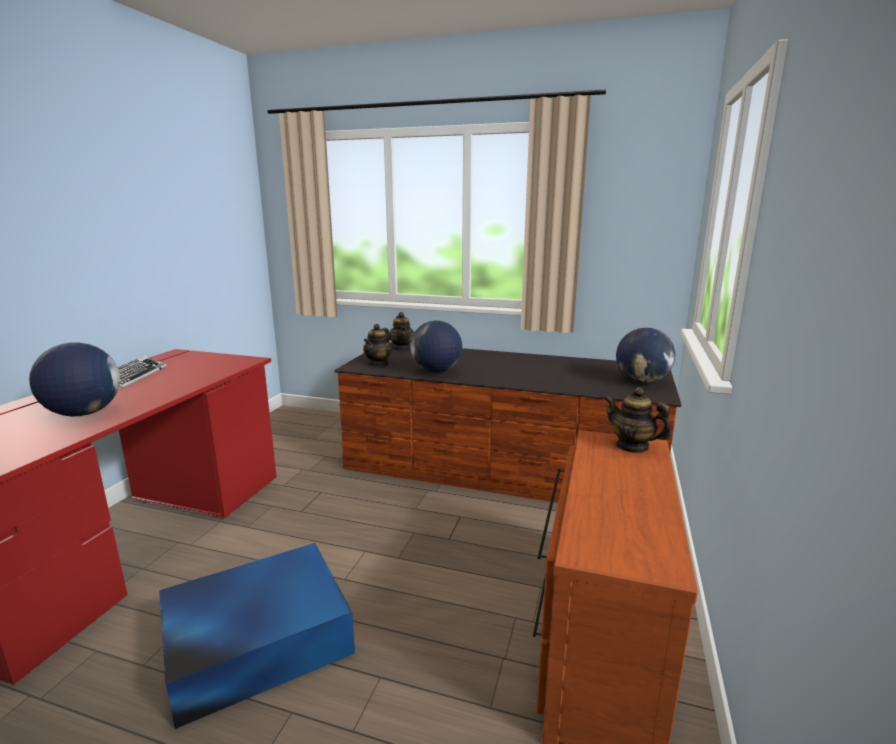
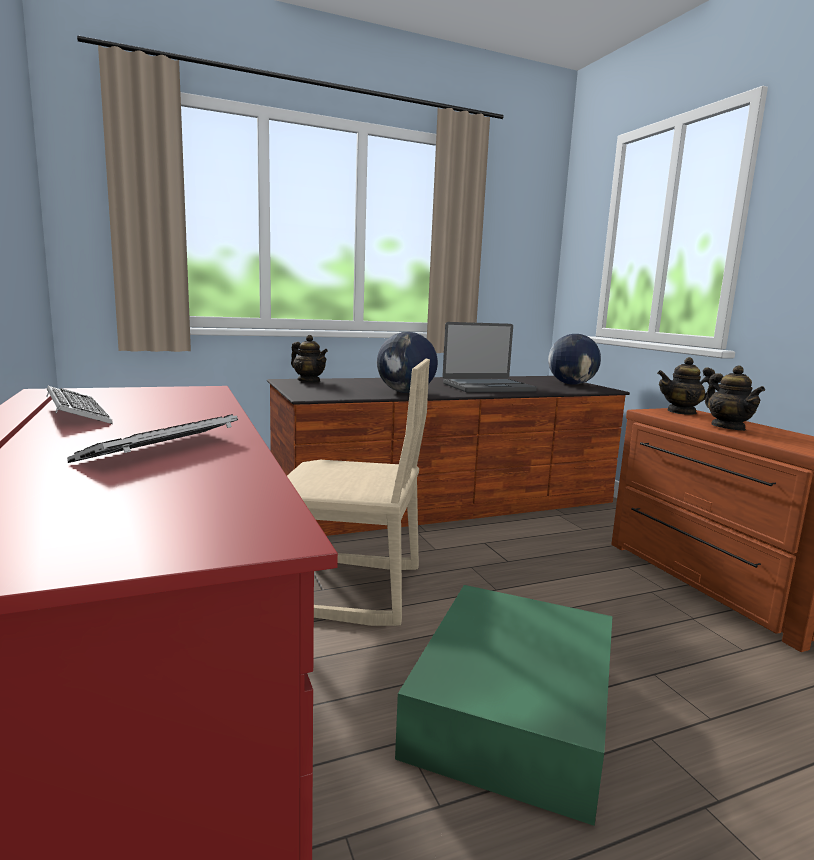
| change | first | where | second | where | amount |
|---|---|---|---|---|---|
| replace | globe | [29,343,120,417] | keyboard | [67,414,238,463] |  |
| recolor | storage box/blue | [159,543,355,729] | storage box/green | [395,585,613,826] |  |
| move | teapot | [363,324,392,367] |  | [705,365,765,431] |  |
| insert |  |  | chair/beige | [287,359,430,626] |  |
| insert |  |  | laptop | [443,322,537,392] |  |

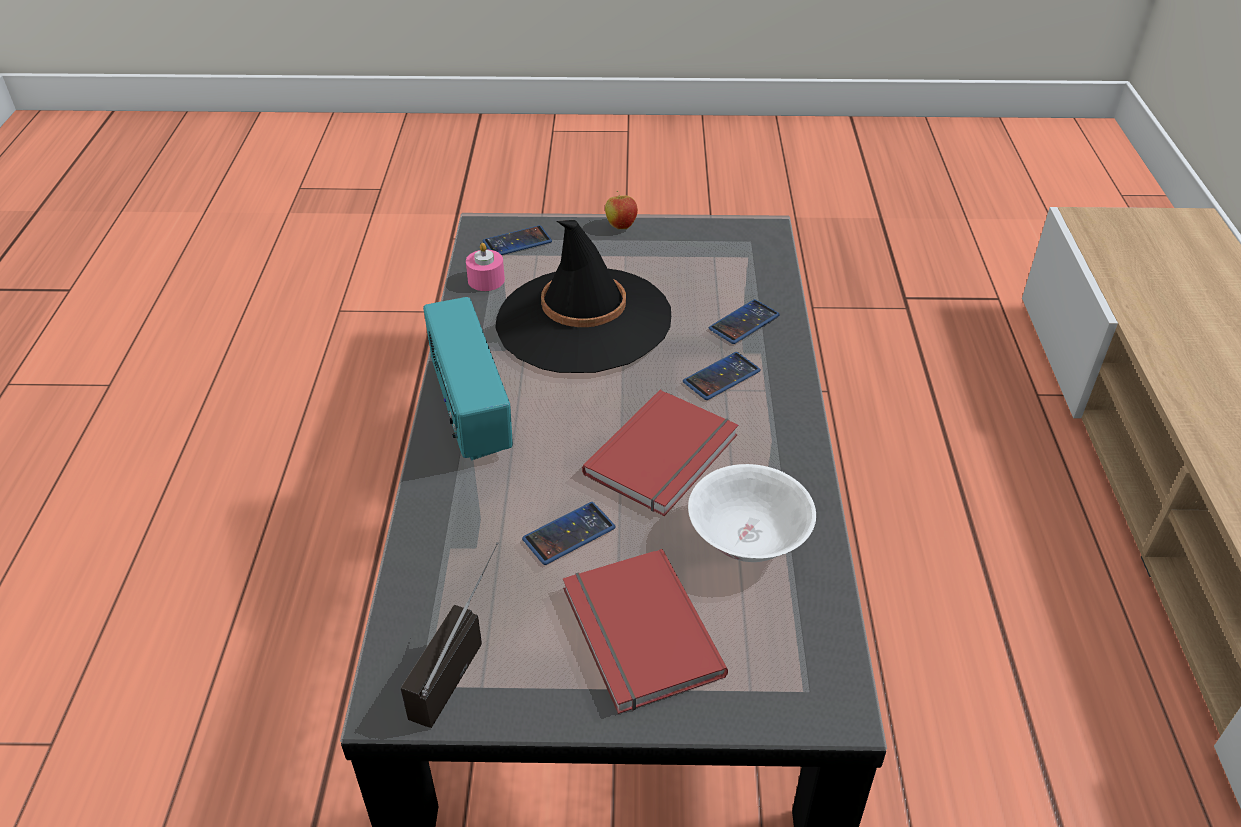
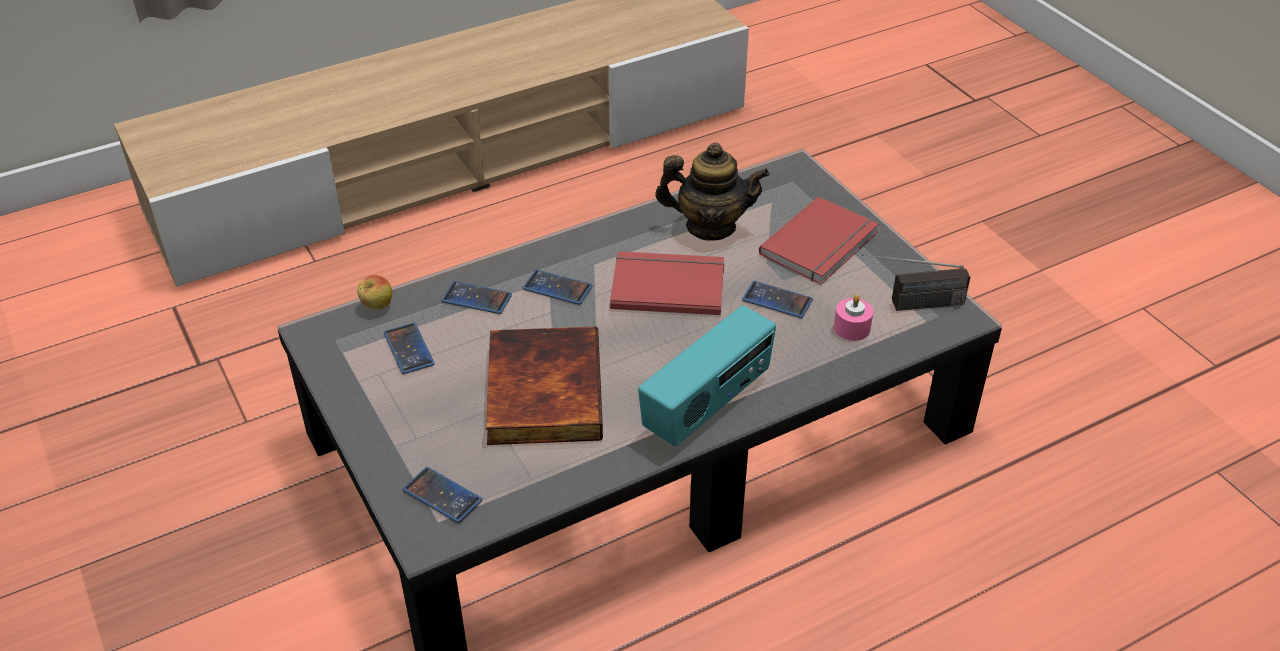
| change | first | where | second | where | amount |
|---|---|---|---|---|---|
| move | candle/pink | [466,243,505,291] |  | [834,295,873,341] |  |
| replace | hat/black | [495,220,671,373] | book | [486,326,603,445] |  |
| move | apple | [605,191,638,229] |  | [357,275,392,309] |  |
| replace | bowl/white | [688,464,816,562] | teapot | [655,142,770,241] |  |
| insert |  |  | phone | [384,323,435,374] |  |

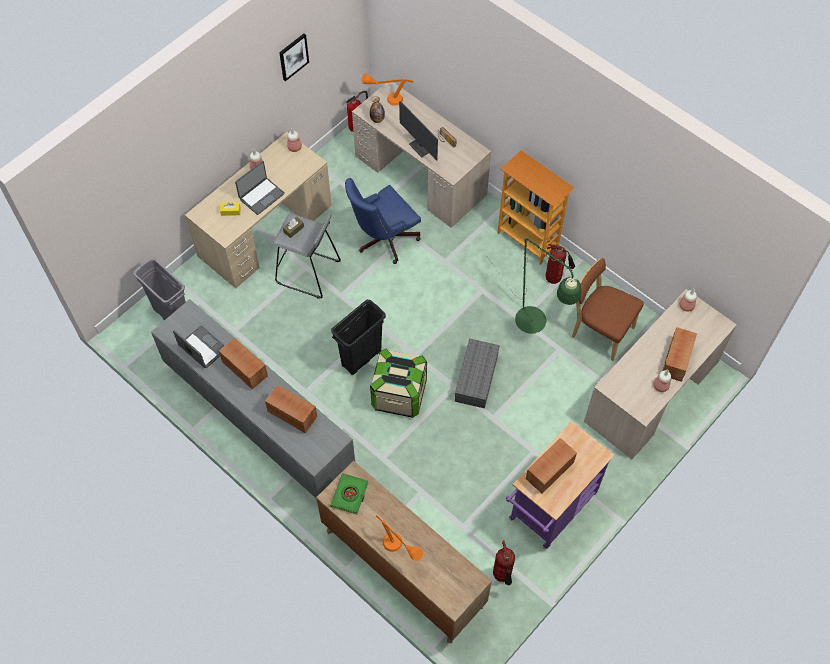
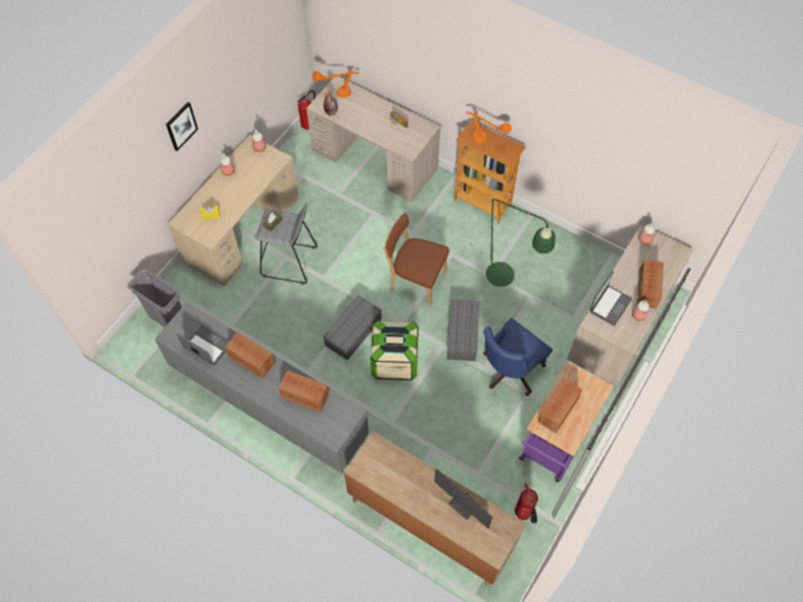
| change | first | where | second | where | amount |
|---|---|---|---|---|---|
| move | laptop | [235,161,285,215] |  | [590,271,632,326] |  |
| move | picture | [279,34,309,81] |  | [166,102,198,151] |  |
| delete | book/green | [330,473,368,514] |  |  |  |
| replace | trash can/black | [331,300,386,375] | storage box/grey | [323,295,382,360] |  |
| move | office chair/blue | [345,178,421,264] |  | [483,318,552,396] |  |
| move | table lamp/orange | [376,515,423,561] |  | [466,112,512,143] |  |
| move | monitor | [399,101,438,161] |  | [434,468,493,529] |  |
| delete | fire extinguisher | [546,244,575,284] |  |  |  |
| move | chair/brown | [572,258,644,361] |  | [383,213,449,306] |  |

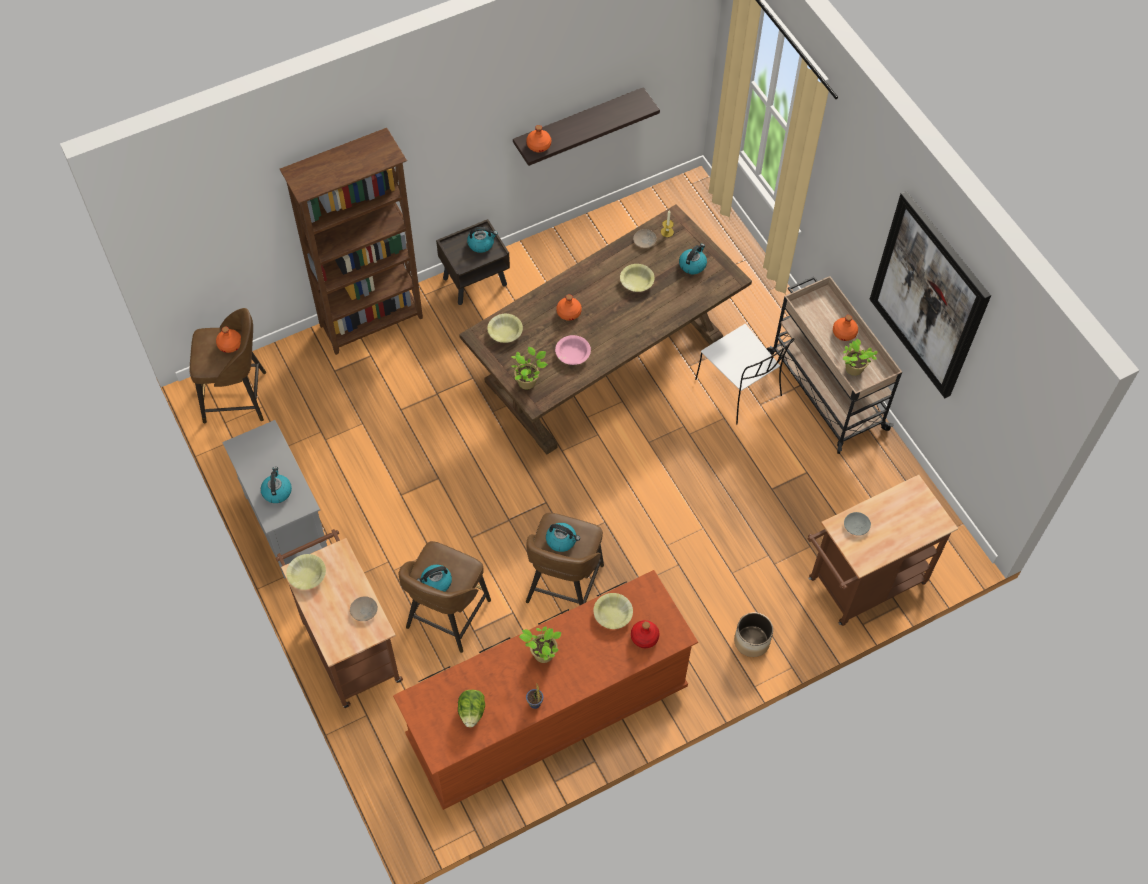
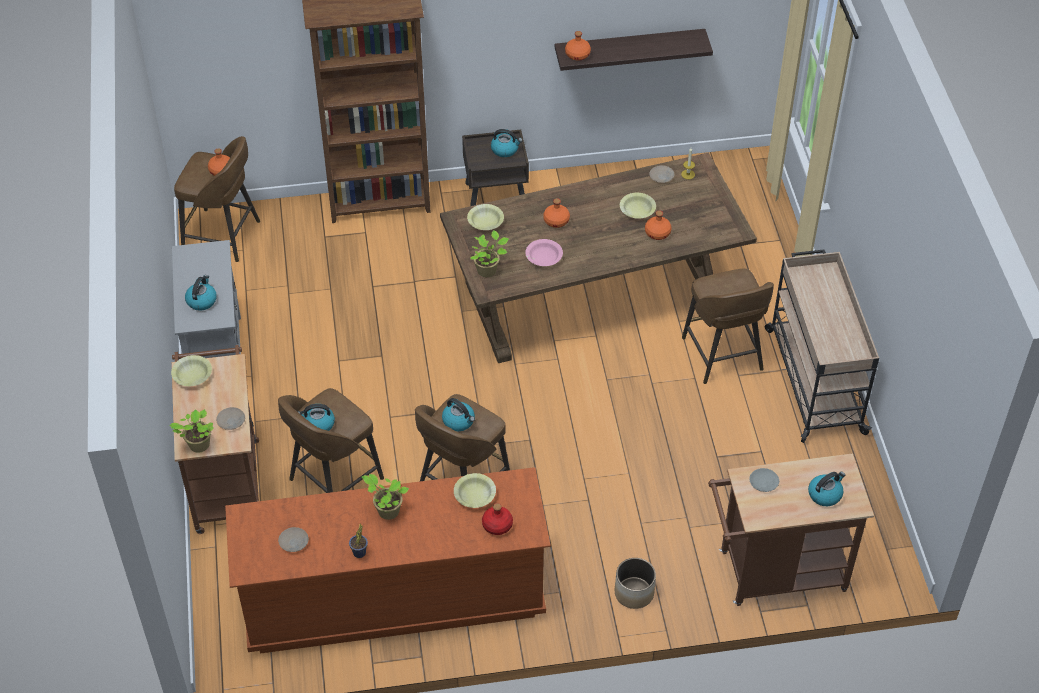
| change | first | where | second | where | amount |
|---|---|---|---|---|---|
| replace | lettuce | [458,690,485,727] | plate/beige | [278,527,309,552] |  |
| move | kettle | [679,244,707,274] |  | [808,472,845,506] |  |
| replace | chair/white | [695,324,794,424] | stool/brown | [682,269,774,384] |  |
| move | bottle/orange | [833,315,858,341] |  | [645,211,672,240] |  |
| move | potted plant | [843,338,877,376] |  | [169,409,214,453] |  |
| delete | picture | [870,191,991,398] |  |  |  |

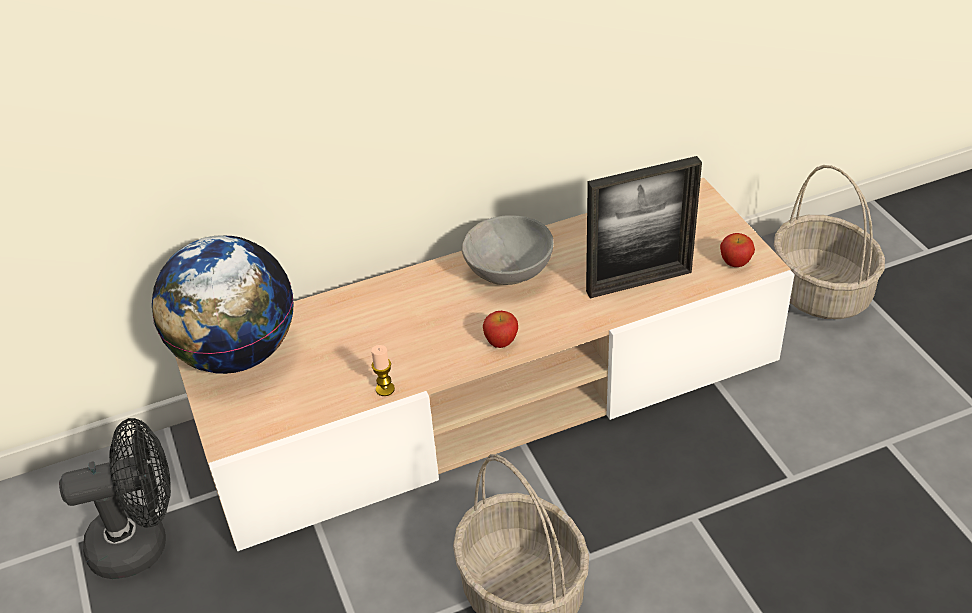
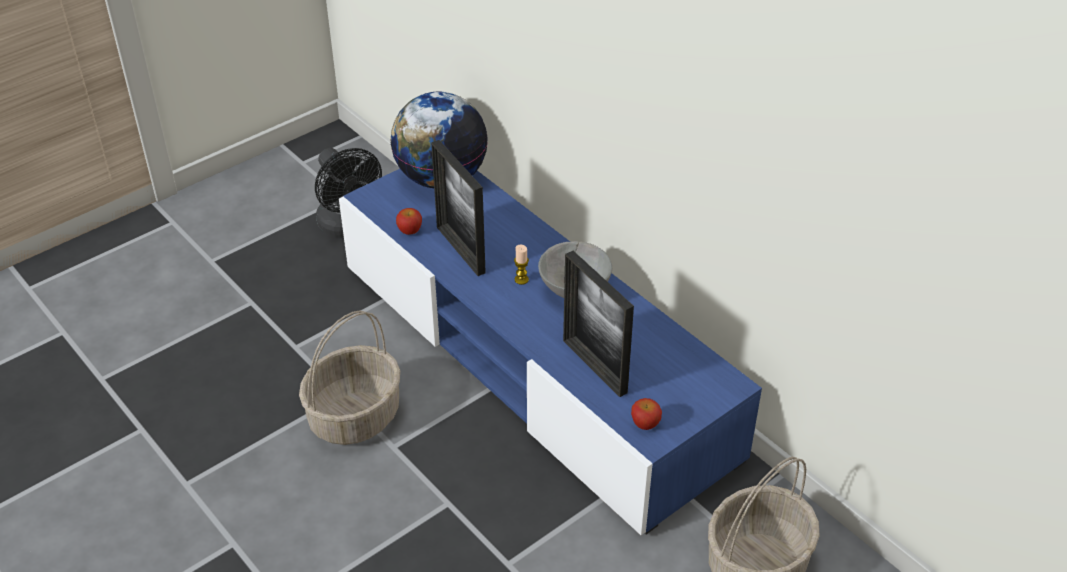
| change | first | where | second | where | amount |
|---|---|---|---|---|---|
| recolor | tv stand/beige | [175,178,795,551] | tv stand/blue | [339,169,762,535] |  |
| move | candle | [371,345,395,396] |  | [514,245,529,285] |  |
| move | apple | [483,311,518,348] |  | [396,208,422,235] |  |
| insert |  |  | picture frame | [431,140,486,276] |  |

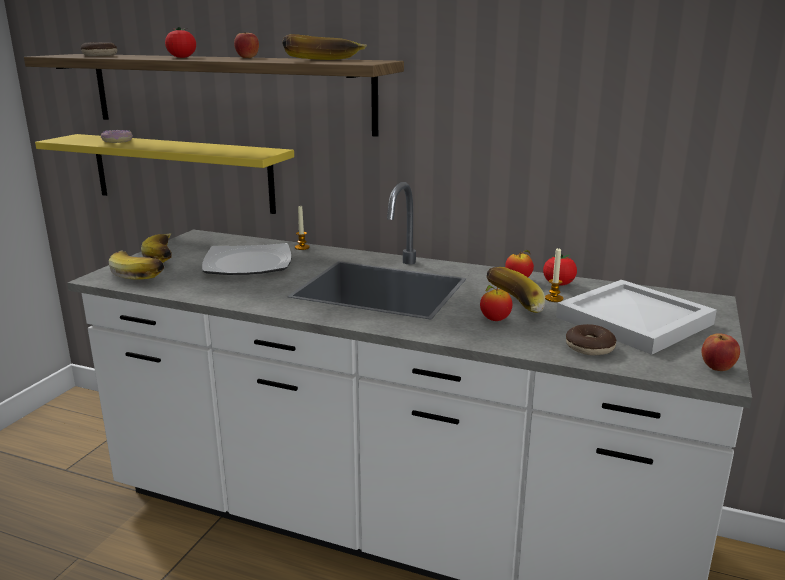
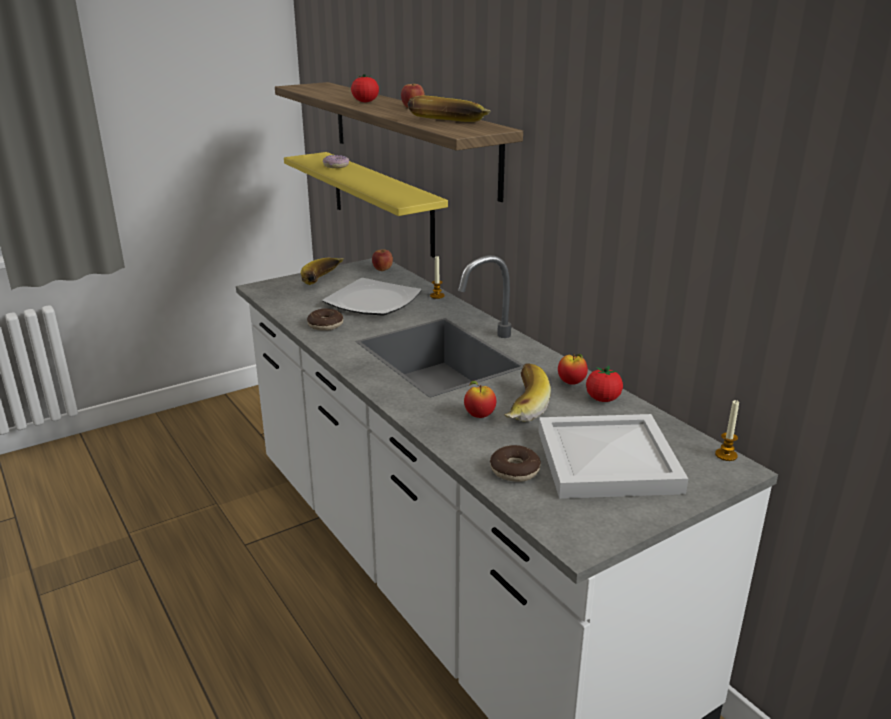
| change | first | where | second | where | amount |
|---|---|---|---|---|---|
| move | donut | [81,42,117,56] |  | [307,308,343,331] |  |
| delete | banana | [109,250,164,280] |  |  |  |
| move | candle | [545,248,563,302] |  | [715,400,739,461] |  |
| move | apple | [702,333,740,371] |  | [372,249,393,271] |  |

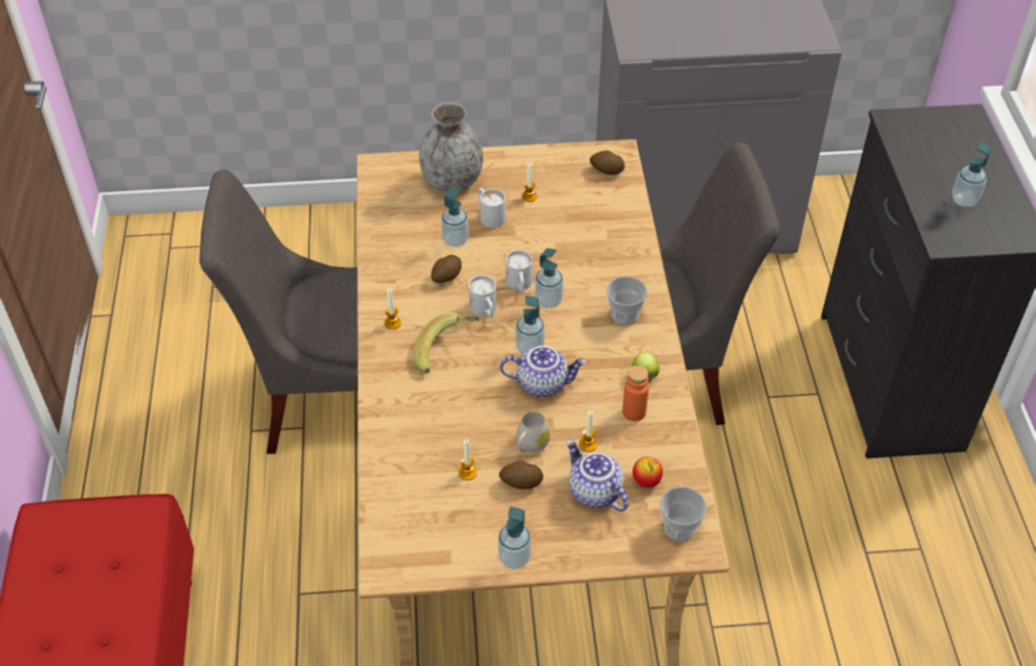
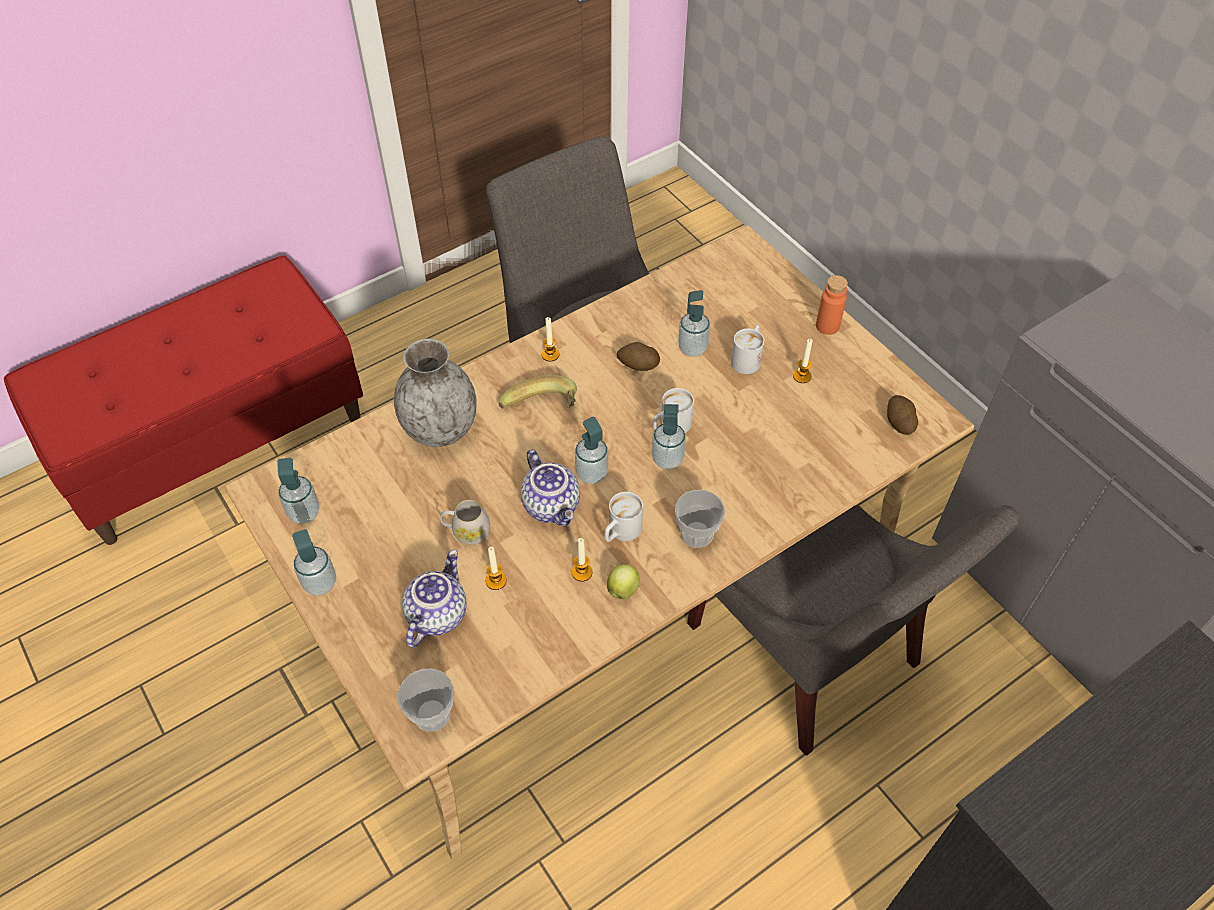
| change | first | where | second | where | amount |
|---|---|---|---|---|---|
| move | vase/grey | [419,103,483,193] |  | [394,339,477,447] |  |
| move | candle | [459,439,477,480] |  | [572,538,592,582] |  |
| move | mug/white | [469,275,496,318] |  | [604,492,643,542] |  |
| delete | potato | [499,461,543,489] |  |  |  |
| move | bottle/orange | [622,366,649,421] |  | [816,275,848,335] |  |
| delete | apple | [633,457,663,488] |  |  |  |
| move | soap dispenser | [952,142,990,207] |  | [277,458,320,524] |  |

